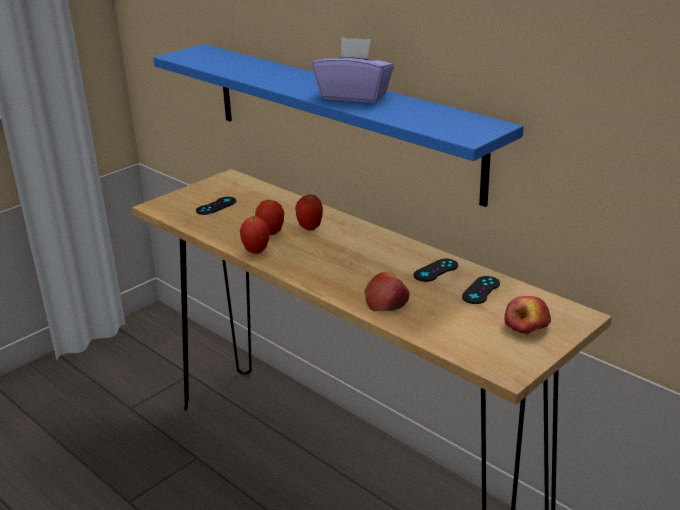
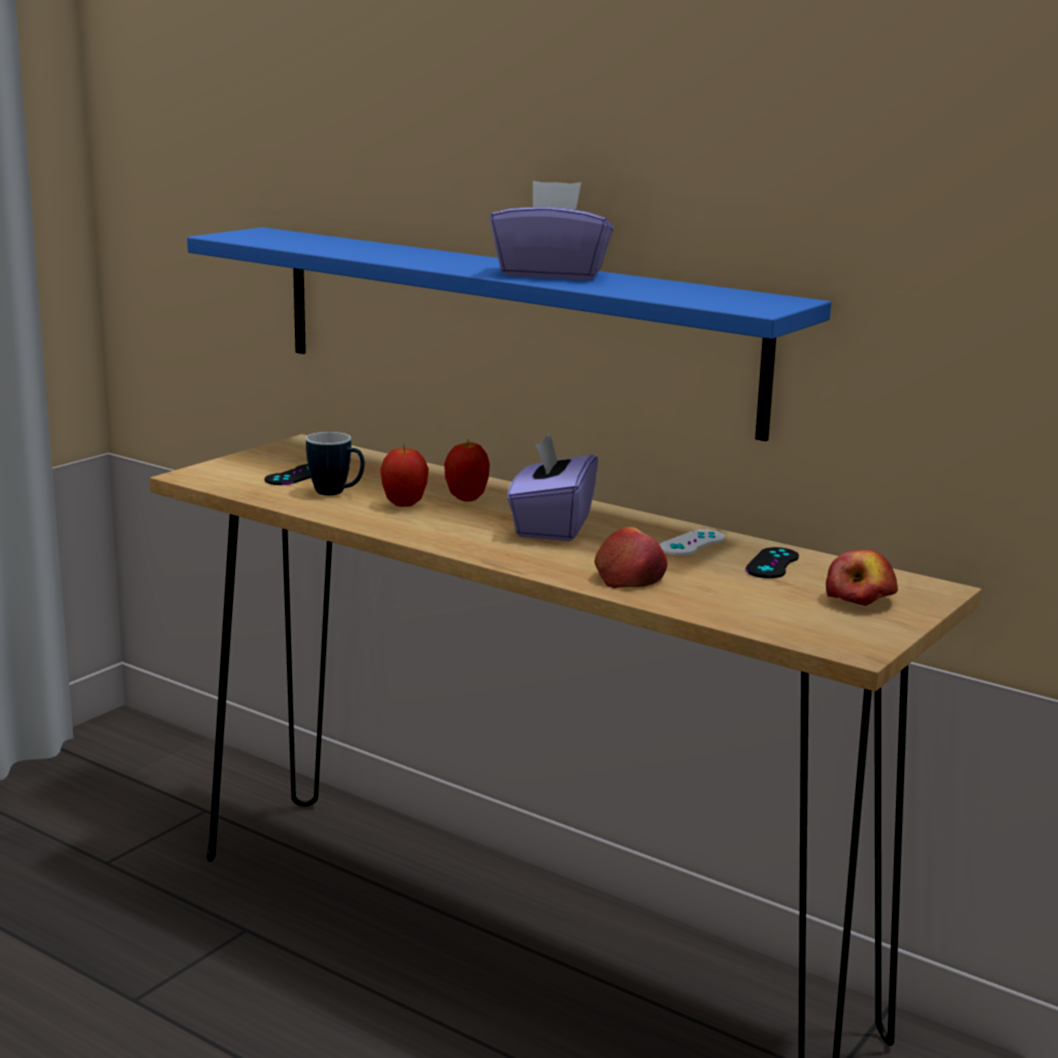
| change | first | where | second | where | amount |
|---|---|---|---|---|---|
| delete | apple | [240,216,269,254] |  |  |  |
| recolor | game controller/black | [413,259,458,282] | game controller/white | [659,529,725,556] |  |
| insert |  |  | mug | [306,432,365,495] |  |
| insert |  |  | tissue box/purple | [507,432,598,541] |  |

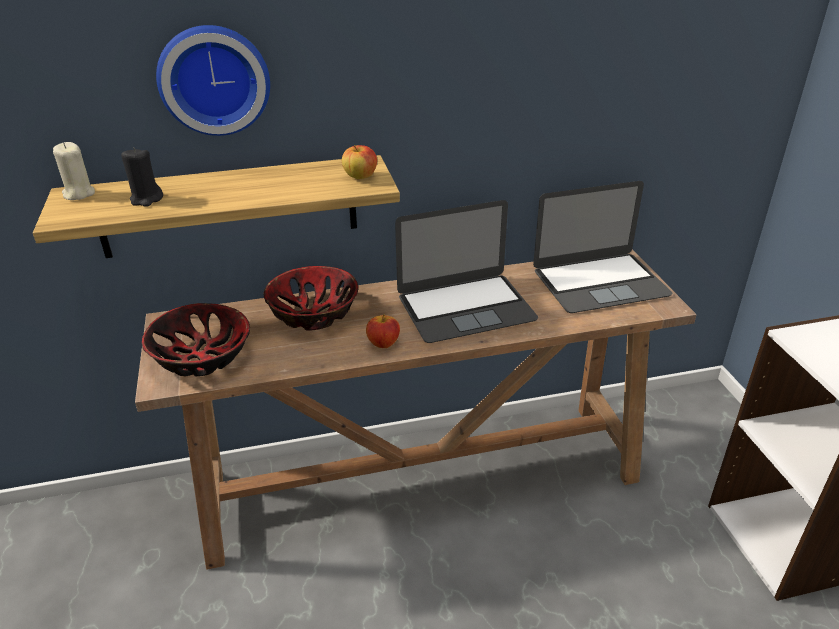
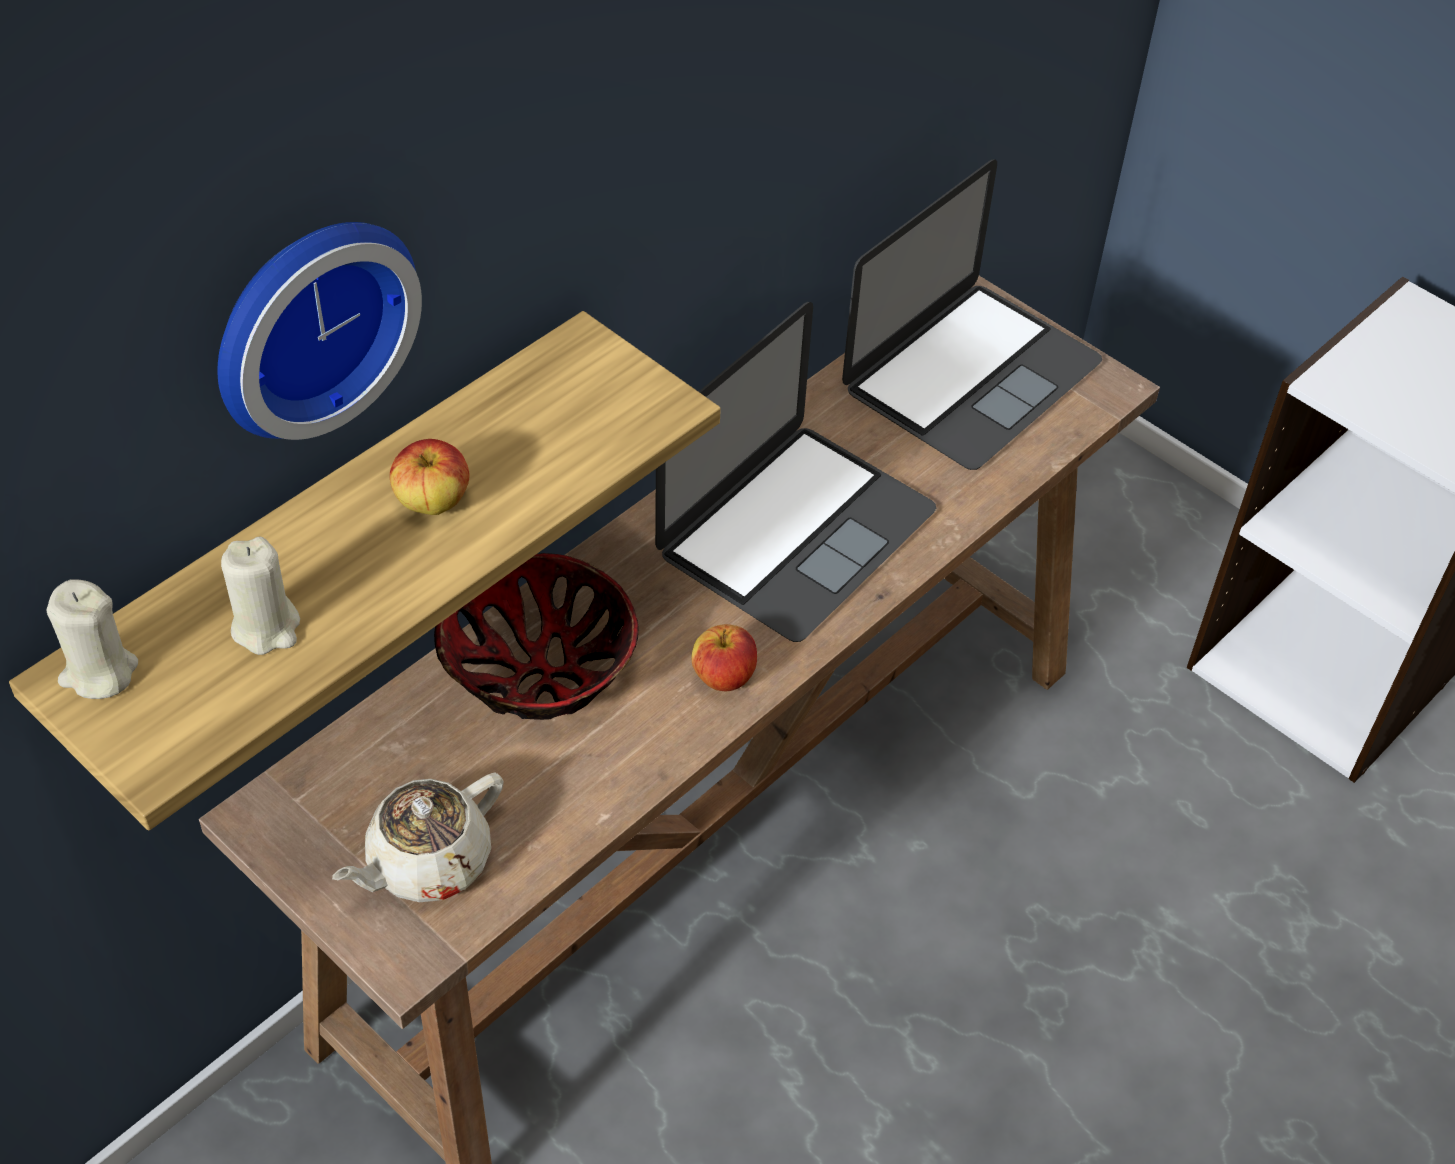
| change | first | where | second | where | amount |
|---|---|---|---|---|---|
| recolor | candle/black | [121,147,163,207] | candle/beige | [221,537,300,655] |  |
| replace | bowl | [142,303,250,377] | teapot/beige | [332,772,504,902] |  |
| move | apple | [342,145,377,179] |  | [390,439,470,515] |  |

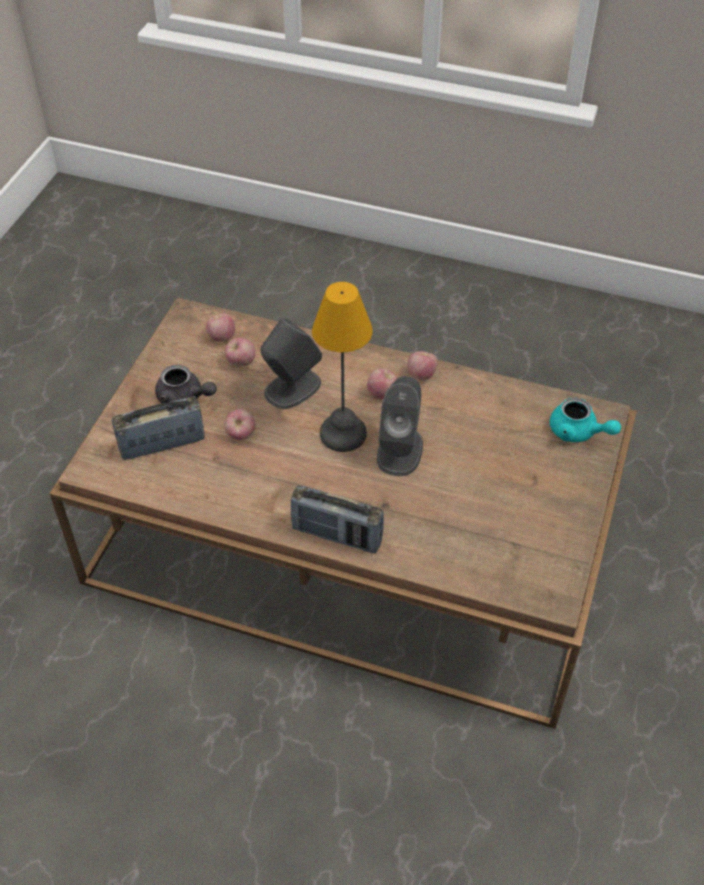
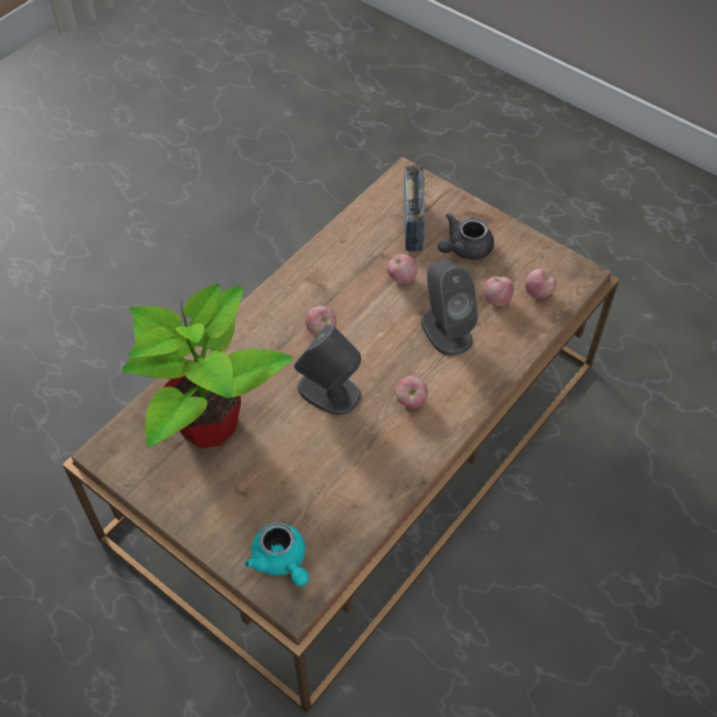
| change | first | where | second | where | amount |
|---|---|---|---|---|---|
| delete | radio | [291,485,384,553] |  |  |  |
| delete | table lamp | [312,282,373,452] |  |  |  |
| move | apple | [408,351,437,380] |  | [305,306,337,336] |  |
| rotate | teapot/turquoise | [550,397,621,442] |  | [245,523,309,586] | 90 degrees counterclockwise |
| insert |  |  | potted plant | [122,283,293,448] |  |

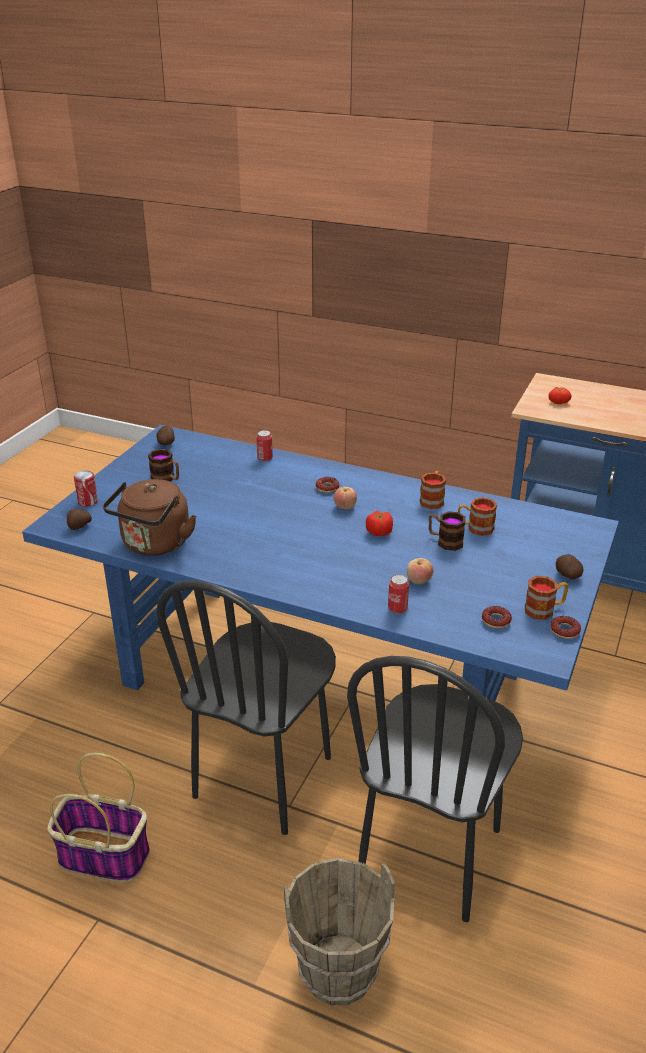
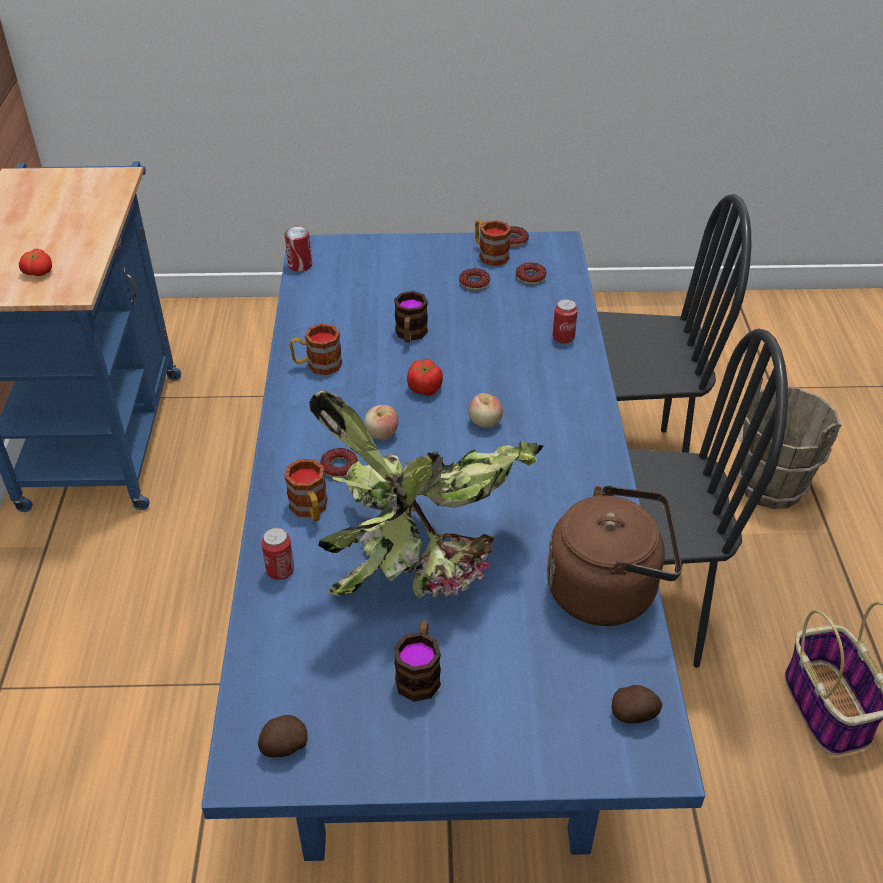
| change | first | where | second | where | amount |
|---|---|---|---|---|---|
| move | can | [74,471,98,507] |  | [285,227,312,272] |  |
| move | apple | [407,558,434,584] |  | [469,393,503,428] |  |
| move | mug | [458,497,497,536] |  | [285,459,328,521] |  |
| delete | potato | [556,554,583,579] |  |  |  |
| insert |  |  | potted plant | [309,390,544,598] |  |
| insert |  |  | donut | [459,268,490,291] |  |

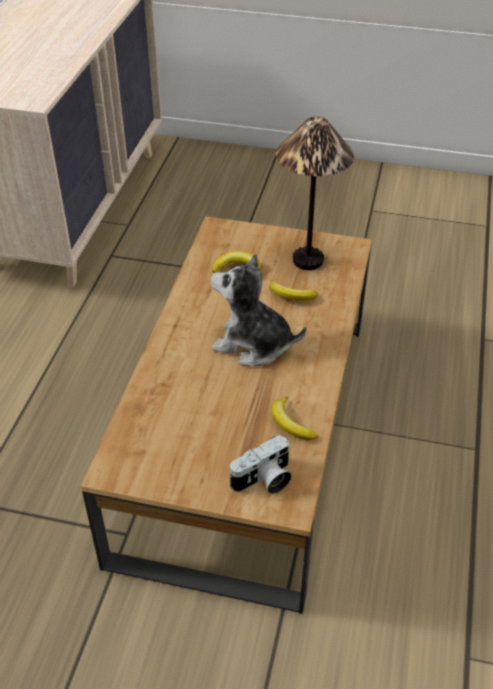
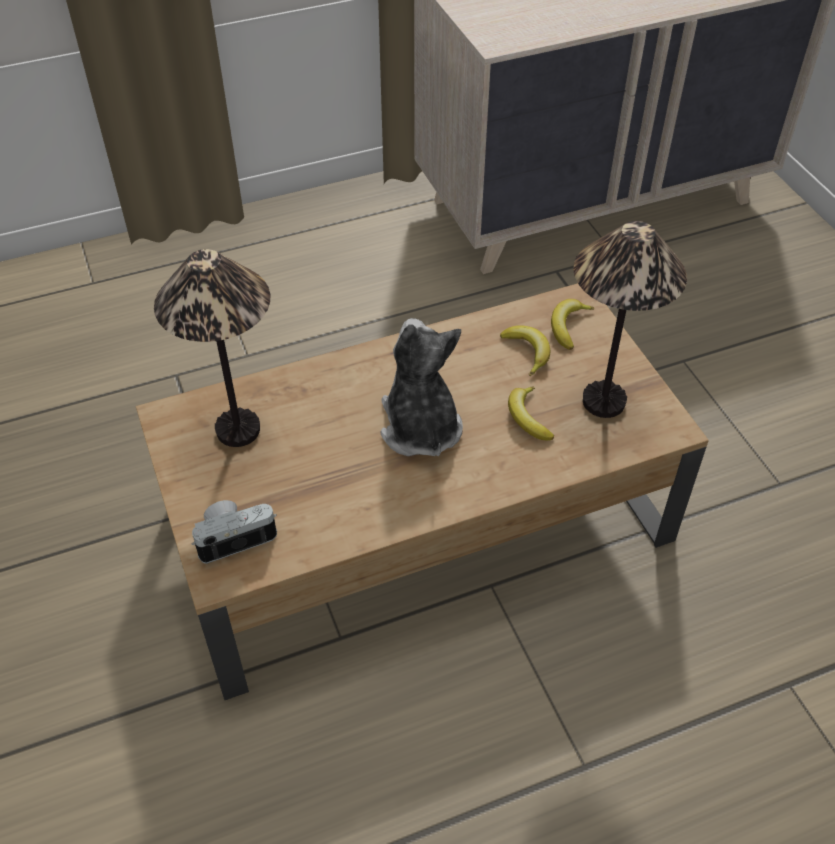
| change | first | where | second | where | amount |
|---|---|---|---|---|---|
| rotate | photo camera | [229,435,292,494] |  | [192,500,277,564] | 135 degrees clockwise |
| move | banana | [271,396,318,440] |  | [551,299,594,350] |  |
| insert |  |  | table lamp | [154,249,270,447] |  |

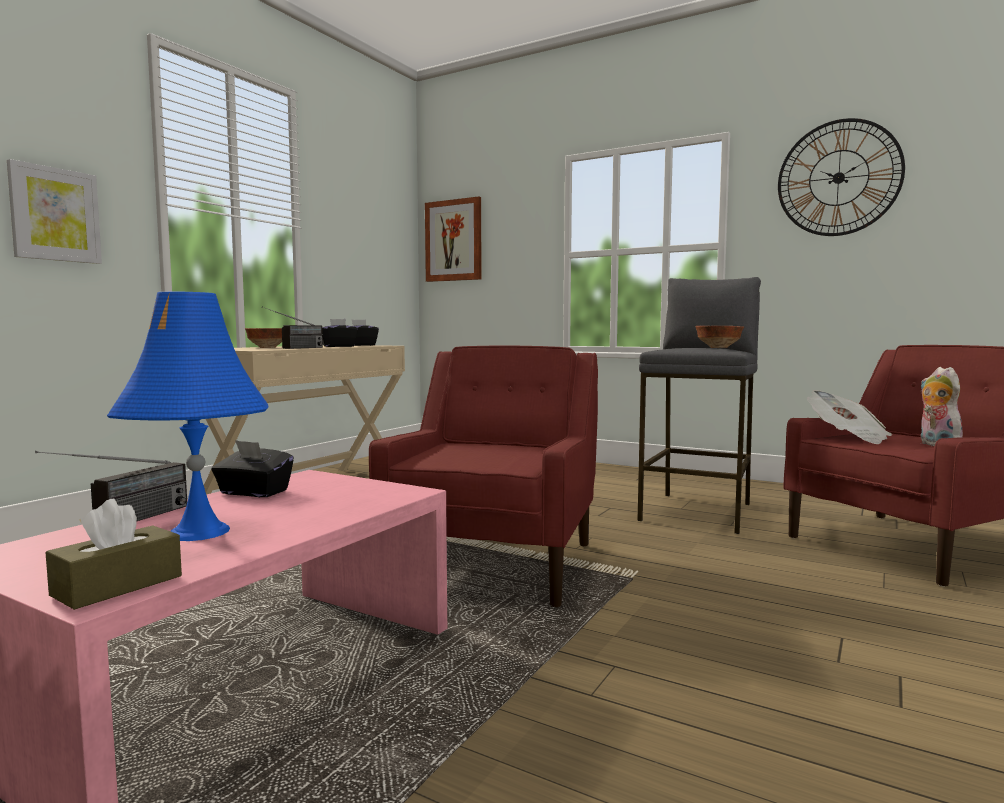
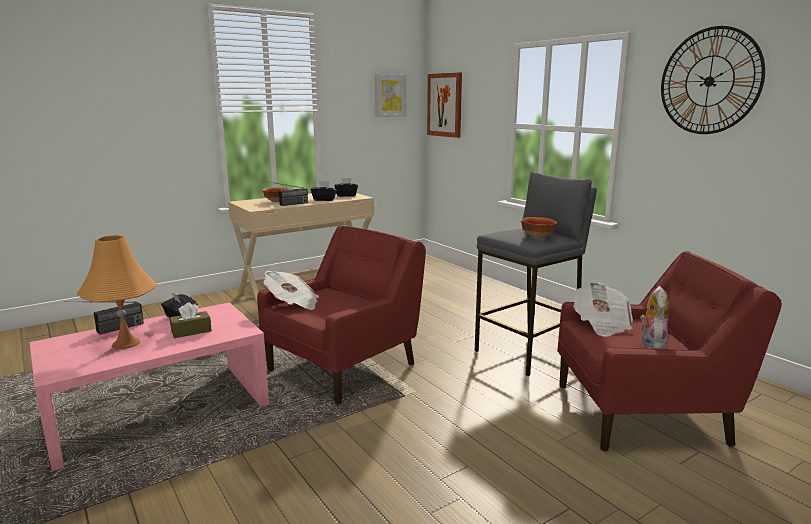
| change | first | where | second | where | amount |
|---|---|---|---|---|---|
| move | picture | [7,159,102,264] |  | [375,74,406,117] |  |
| move | tissue box/brown | [45,499,182,610] |  | [170,302,212,338] |  |
| recolor | table lamp/blue | [107,292,268,541] | table lamp/orange | [76,235,157,349] |  |
| insert |  |  | newspaper | [263,271,319,310] |  |

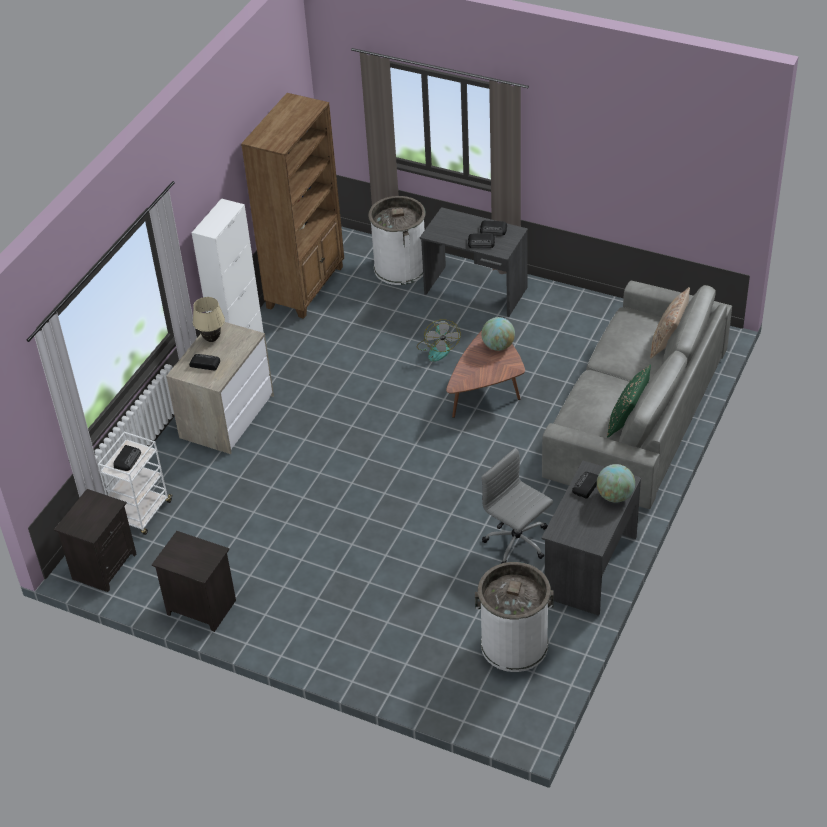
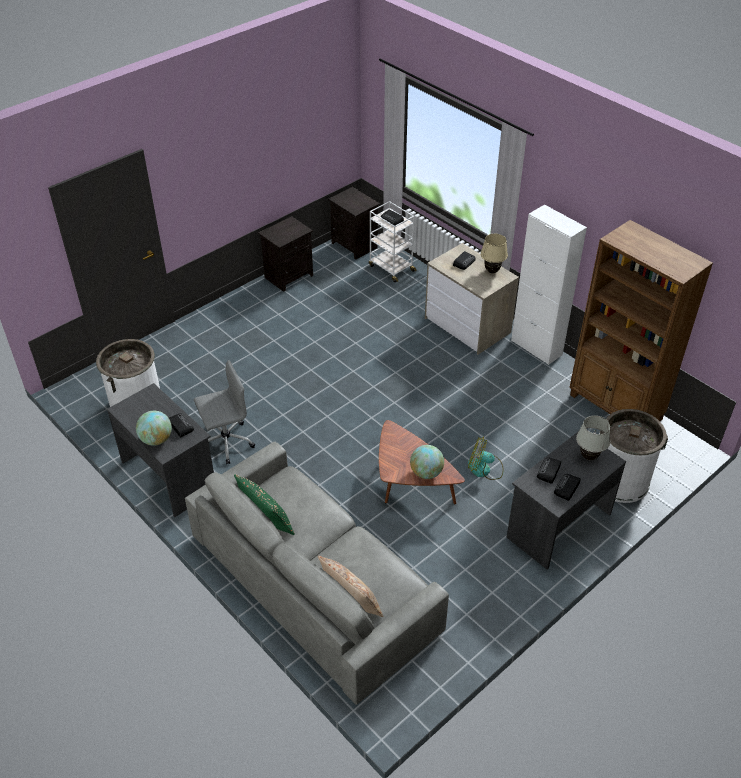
| change | first | where | second | where | amount |
|---|---|---|---|---|---|
| insert |  |  | table lamp/white | [576,415,610,460] |  |

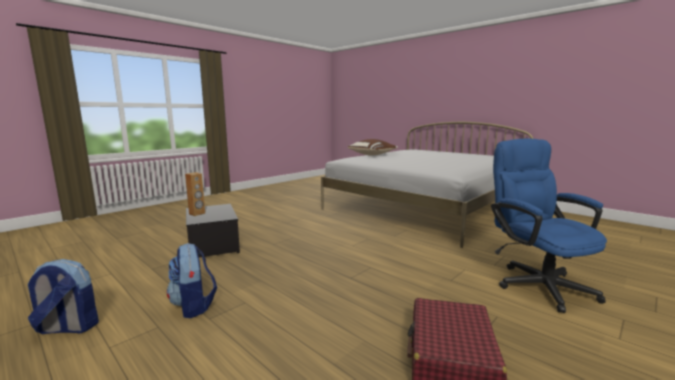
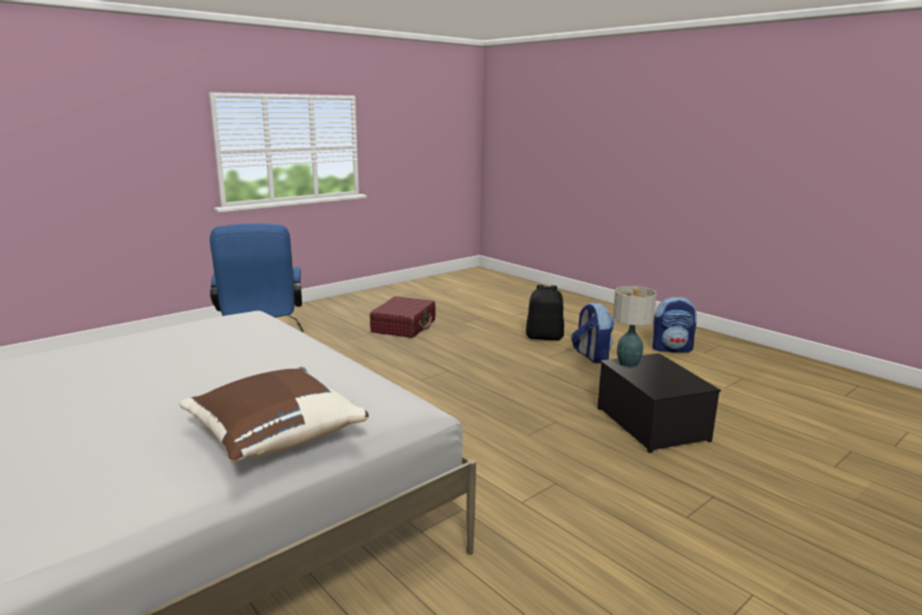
| change | first | where | second | where | amount |
|---|---|---|---|---|---|
| delete | speaker/brown | [185,172,205,216] |  |  |  |
| insert |  |  | backpack/black | [526,285,564,340] |  |
| insert |  |  | table lamp | [613,286,657,368] |  |

